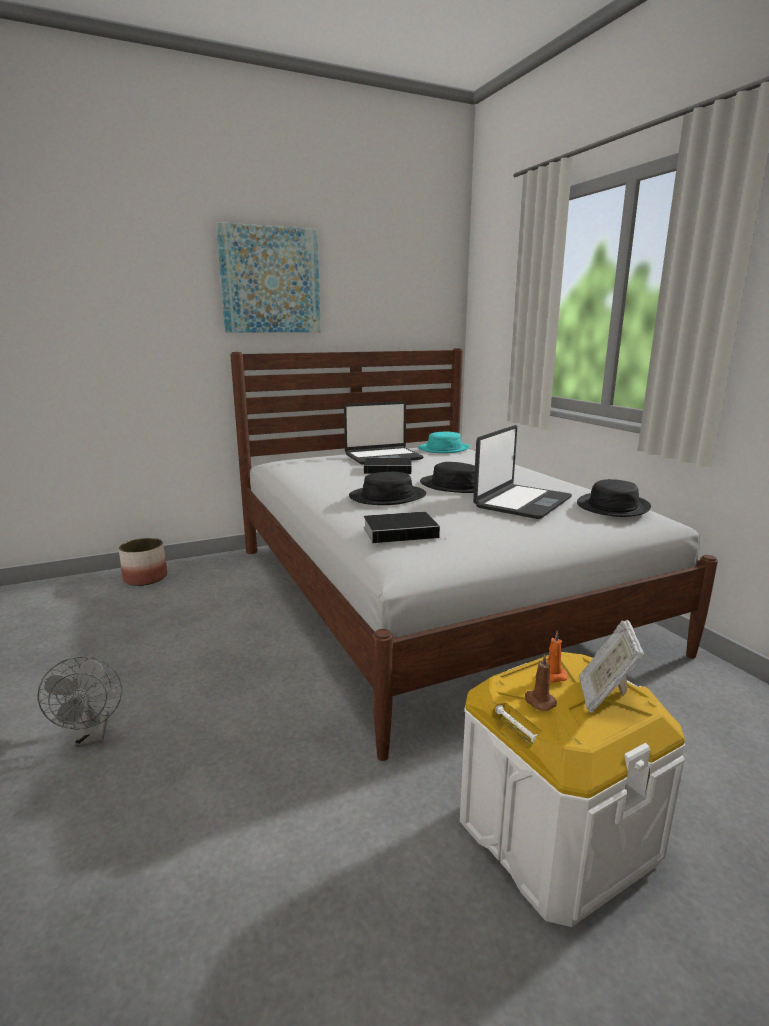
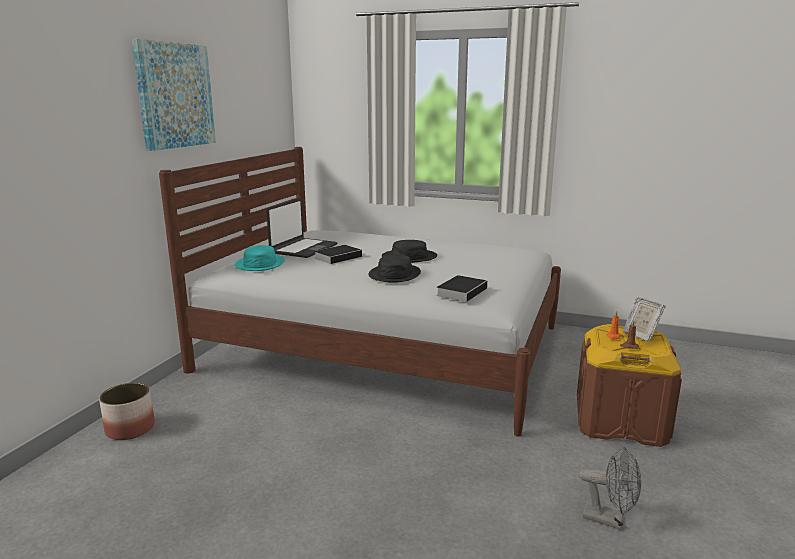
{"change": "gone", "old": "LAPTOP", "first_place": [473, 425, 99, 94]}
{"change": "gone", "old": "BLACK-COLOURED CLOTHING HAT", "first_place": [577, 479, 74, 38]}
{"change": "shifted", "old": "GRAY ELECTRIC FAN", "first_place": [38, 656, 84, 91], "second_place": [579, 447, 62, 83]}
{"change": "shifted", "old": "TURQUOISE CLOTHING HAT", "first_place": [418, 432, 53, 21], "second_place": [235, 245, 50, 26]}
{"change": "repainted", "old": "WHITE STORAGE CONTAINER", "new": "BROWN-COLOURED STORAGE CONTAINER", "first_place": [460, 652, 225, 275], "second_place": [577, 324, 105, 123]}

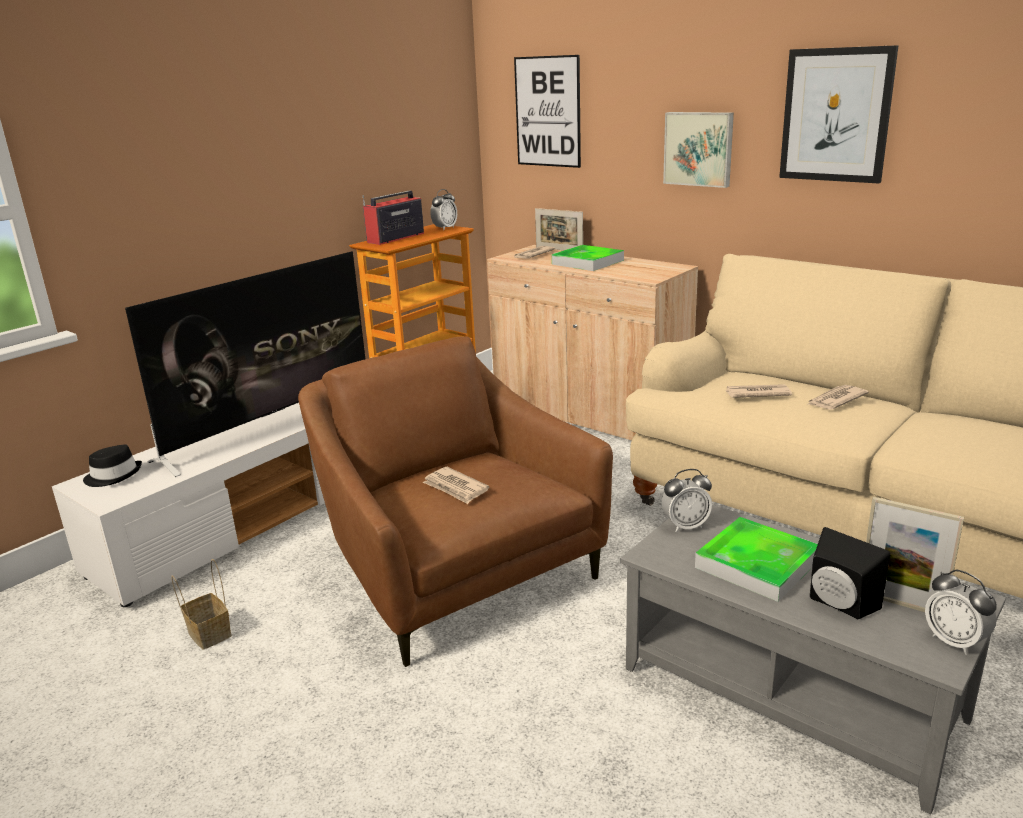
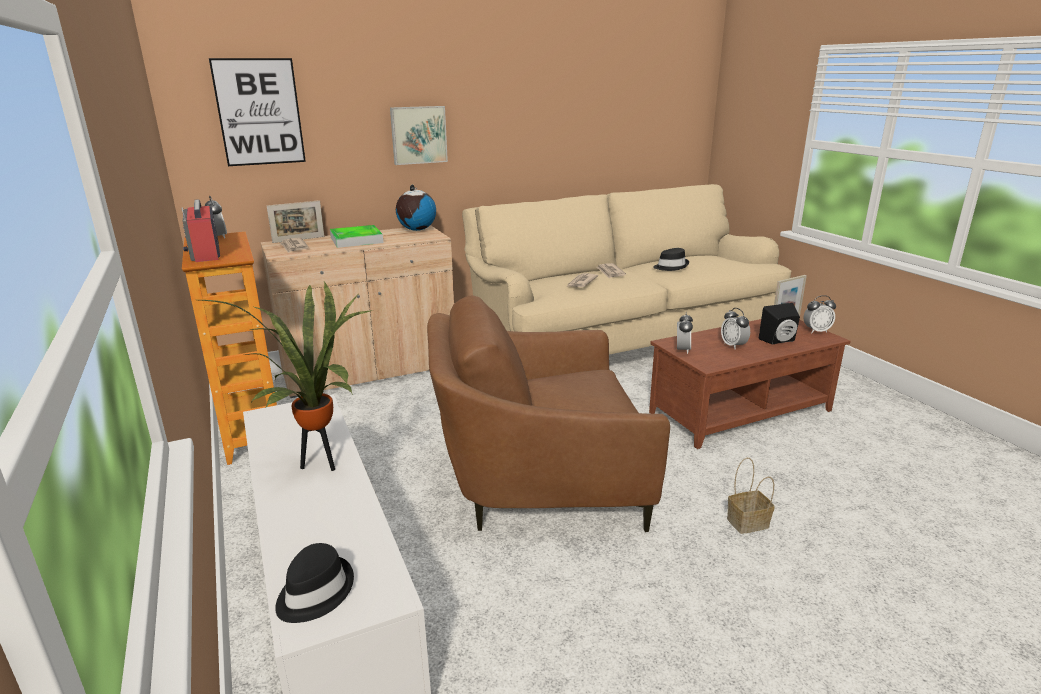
{"change": "gone", "old": "PRINTED PAPER", "first_place": [423, 467, 66, 37]}
{"change": "gone", "old": "WALL PICTURE", "first_place": [779, 45, 120, 138]}
{"change": "new", "new": "WORLD GLOBE", "second_place": [396, 184, 40, 47]}
{"change": "new", "new": "BLACK-COLOURED CLOTHING HAT", "second_place": [653, 248, 36, 23]}
{"change": "shifted", "old": "HOUSEHOLD BASKET", "first_place": [171, 559, 61, 91], "second_place": [727, 458, 48, 76]}
{"change": "swapped", "old": "TV", "new": "PLANT IN A POT", "first_place": [125, 251, 240, 226], "second_place": [200, 282, 170, 189]}
{"change": "swapped", "old": "CARRYING TRAY", "new": "ALARM CLOCK", "first_place": [695, 517, 123, 85], "second_place": [721, 308, 29, 42]}
{"change": "repainted", "old": "GRAY LOW TABLE", "new": "BROWN-COLOURED LOW TABLE", "first_place": [620, 505, 386, 309], "second_place": [649, 319, 202, 130]}

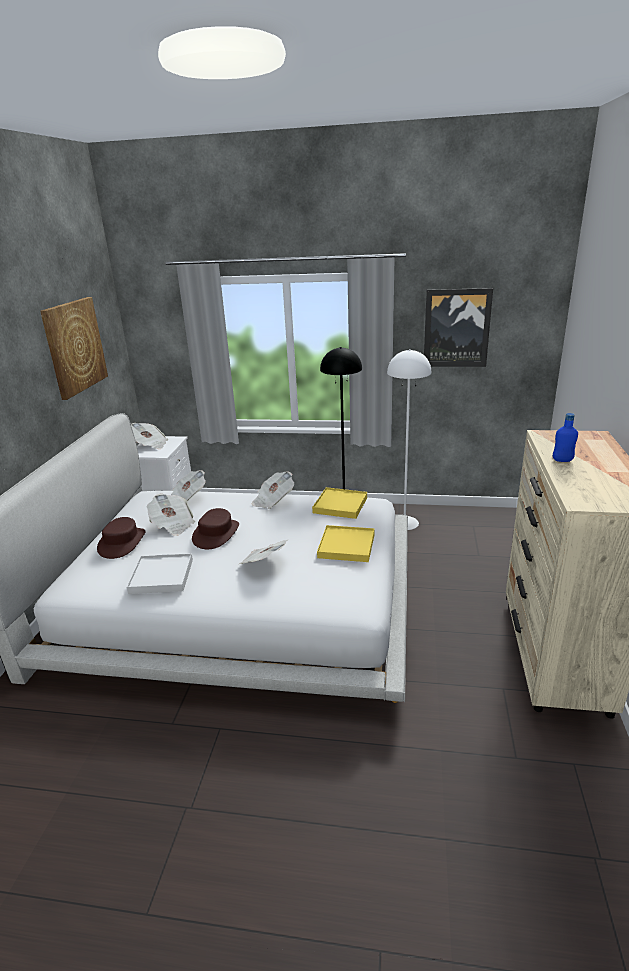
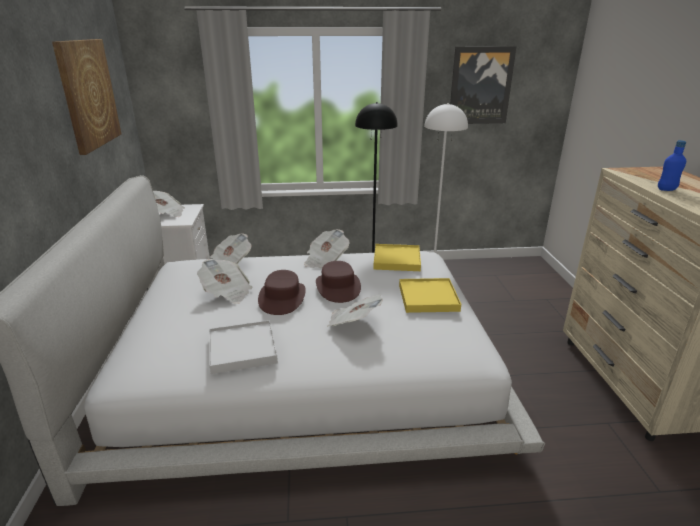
{"change": "shifted", "old": "BROWN-COLOURED CLOTHING HAT", "first_place": [97, 517, 48, 42], "second_place": [316, 261, 45, 42]}

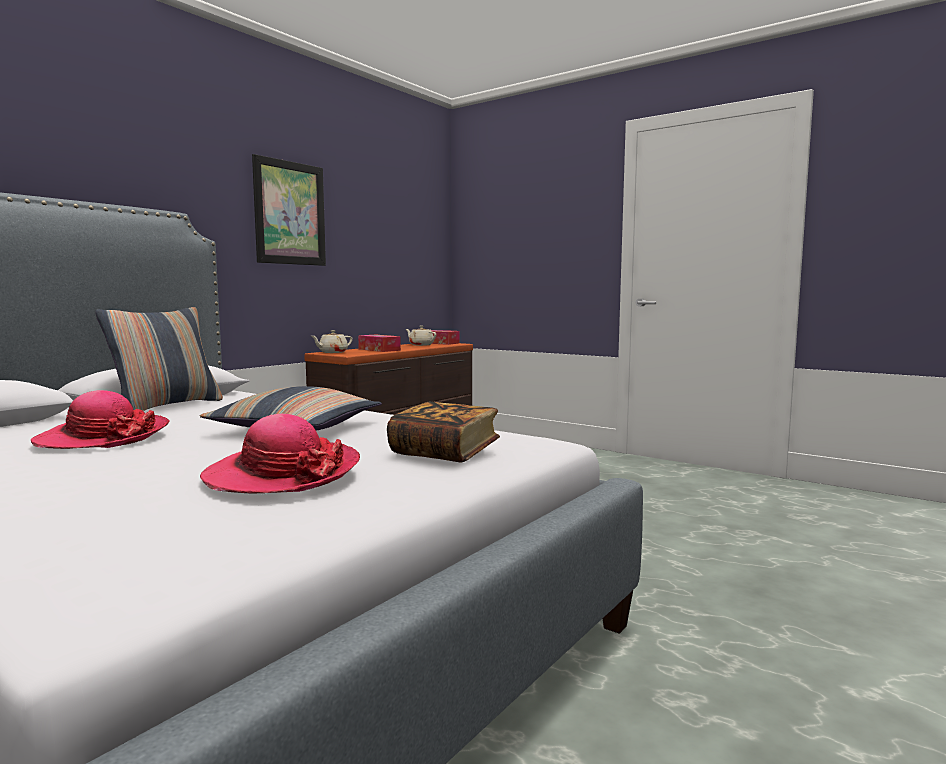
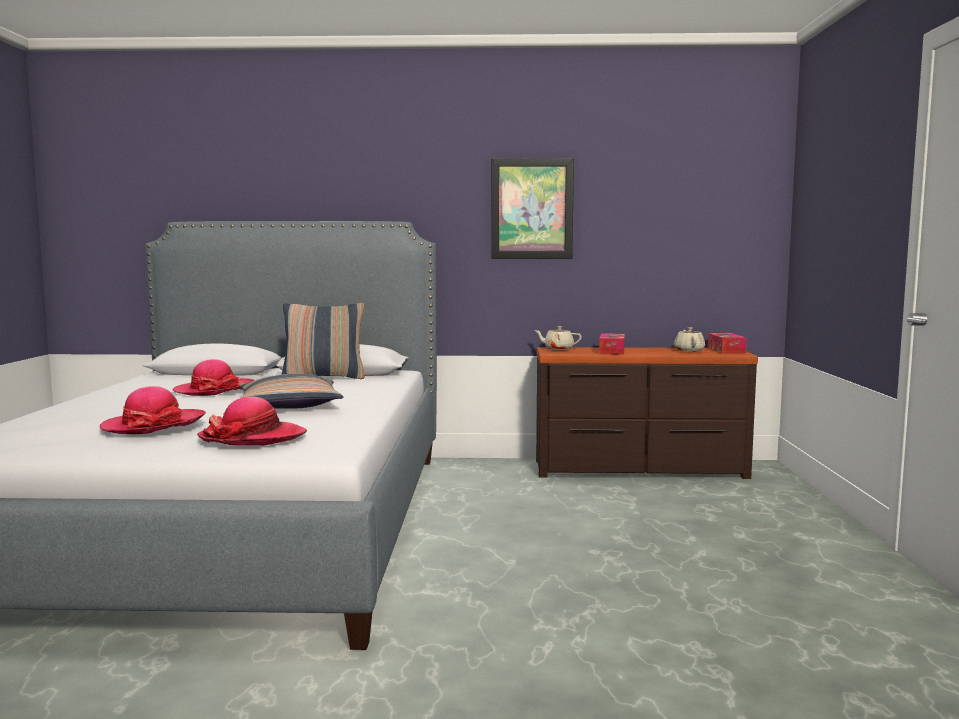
{"change": "swapped", "old": "BOOK", "new": "CLOTHING HAT", "first_place": [387, 401, 113, 61], "second_place": [197, 396, 110, 50]}

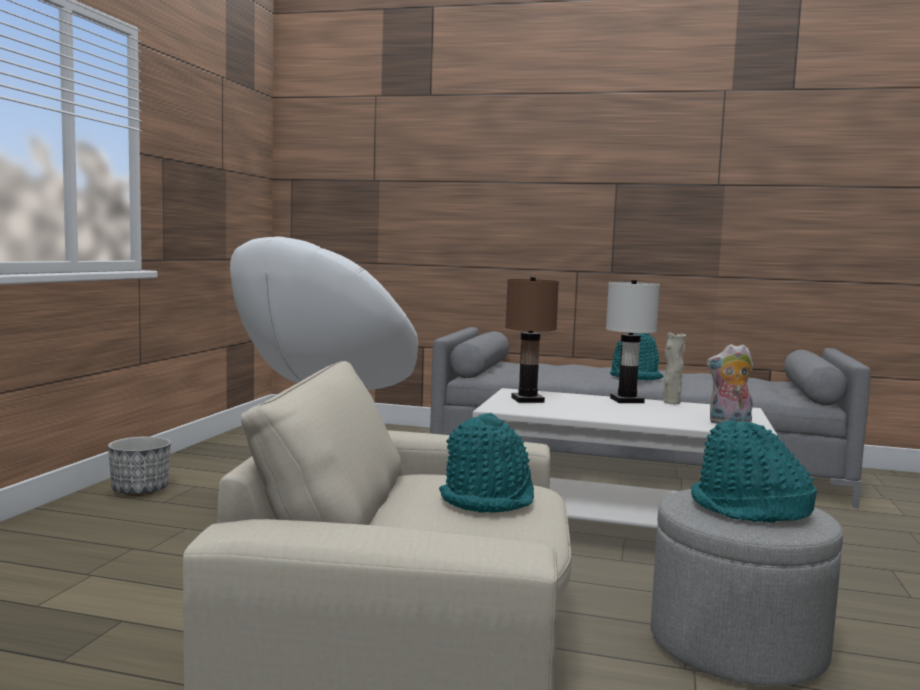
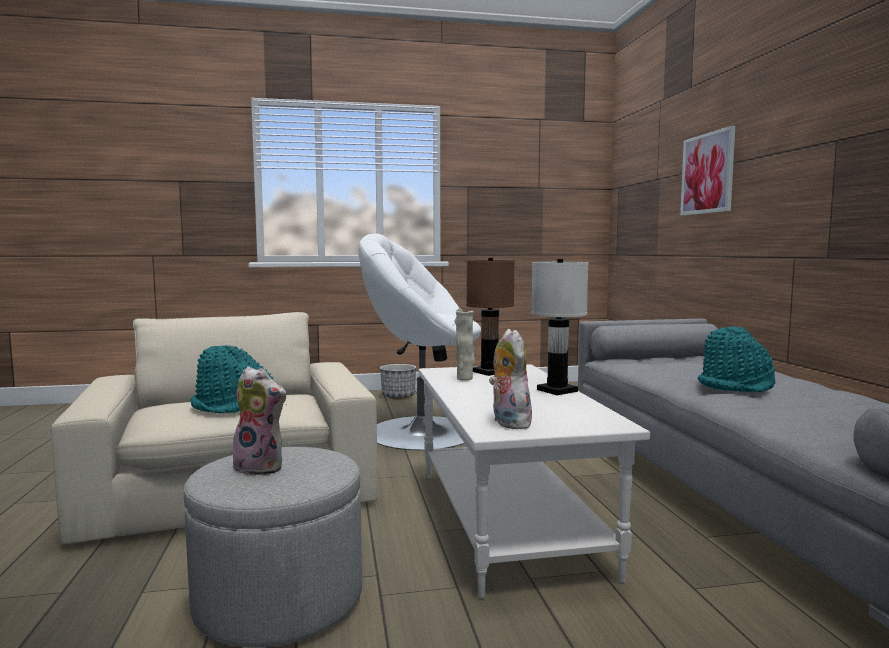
{"change": "new", "new": "WALL PICTURE", "second_place": [680, 126, 55, 89]}
{"change": "shifted", "old": "BEIGE-COLOURED DECORATIVE VASE", "first_place": [662, 332, 24, 72], "second_place": [455, 308, 20, 73]}
{"change": "swapped", "old": "TURQUOISE CLOTHING HAT", "new": "CUDDLY TOY", "first_place": [691, 420, 126, 103], "second_place": [233, 367, 53, 109]}

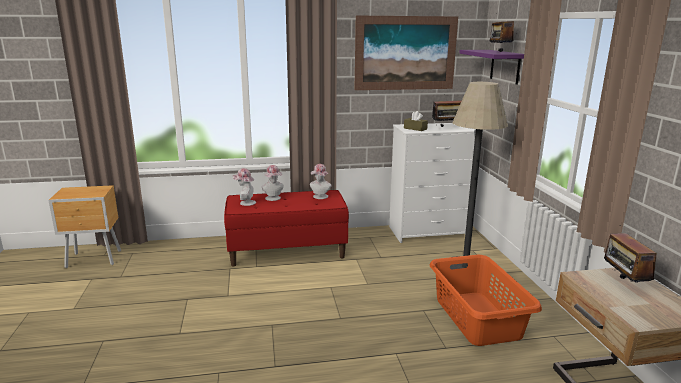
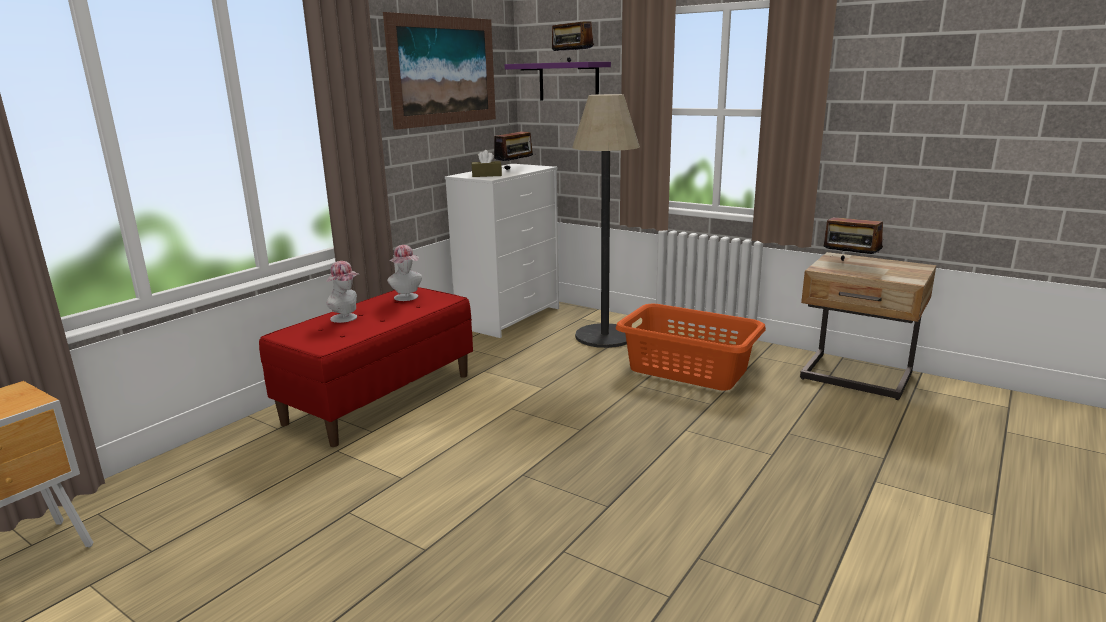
{"change": "gone", "old": "CLOTHING HAT", "first_place": [232, 168, 24, 38]}

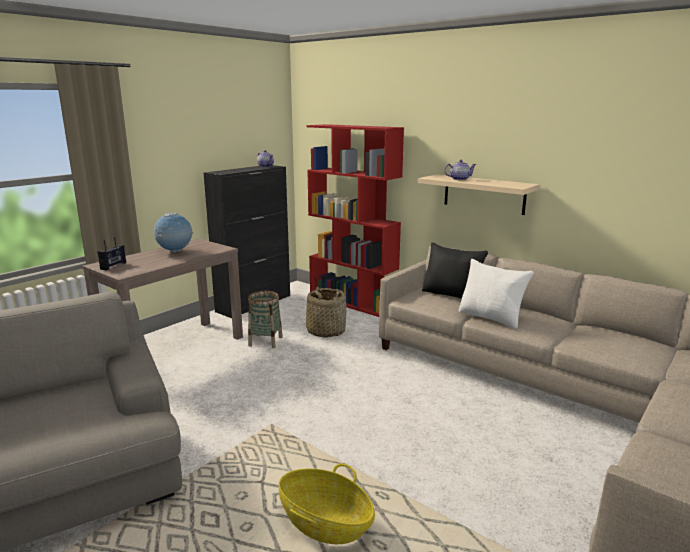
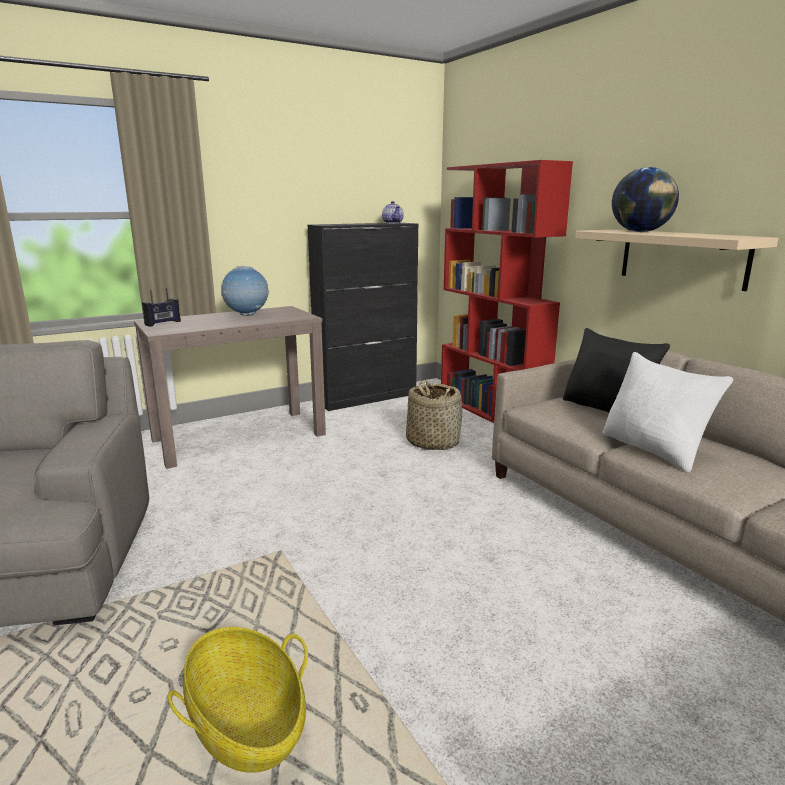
{"change": "gone", "old": "HOUSEHOLD BASKET", "first_place": [248, 291, 35, 57]}
{"change": "swapped", "old": "TEA POT", "new": "WORLD GLOBE", "first_place": [444, 160, 33, 20], "second_place": [612, 167, 67, 65]}

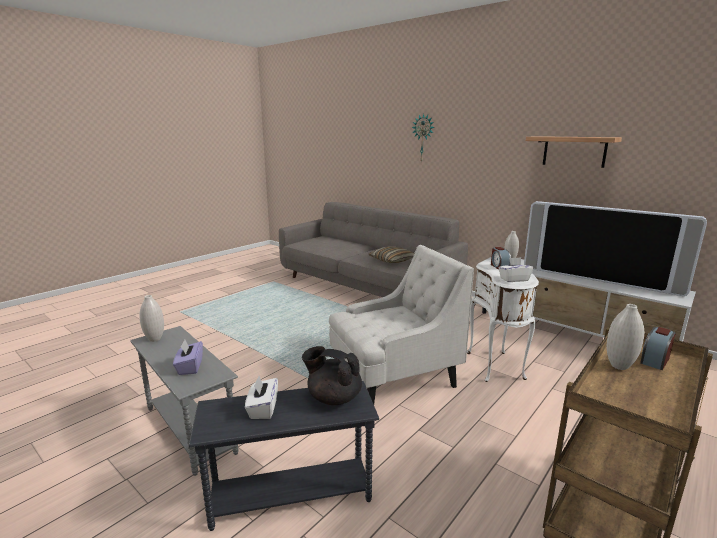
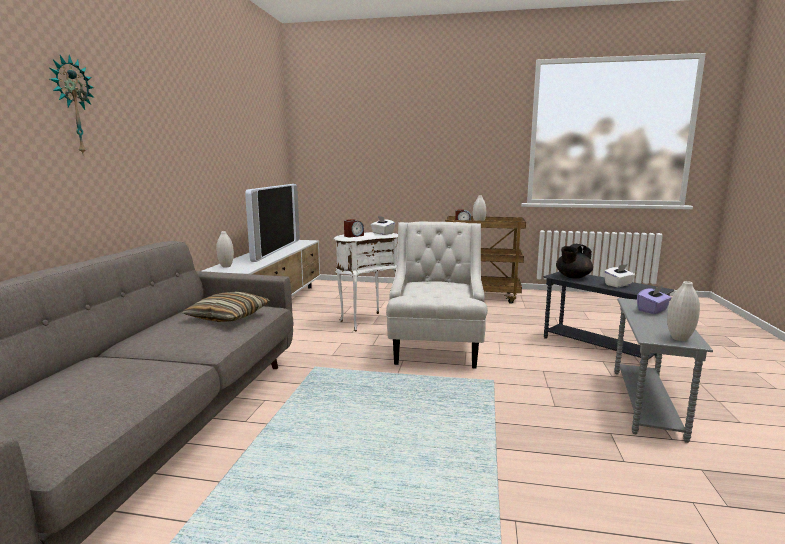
{"change": "gone", "old": "SHELF", "first_place": [526, 136, 96, 32]}
{"change": "rotated", "old": "BLACK-COLOURED TEA POT", "first_place": [302, 346, 60, 59], "second_place": [556, 244, 37, 35], "degrees": 60}
{"change": "rotated", "old": "WHITE ARMCHAIR", "first_place": [329, 245, 145, 159], "second_place": [386, 221, 102, 147], "degrees": 60}

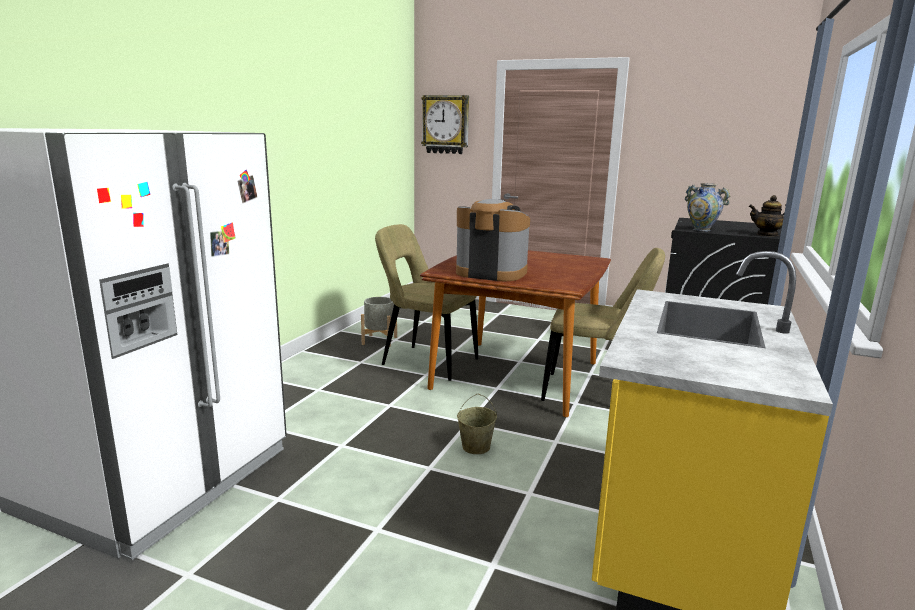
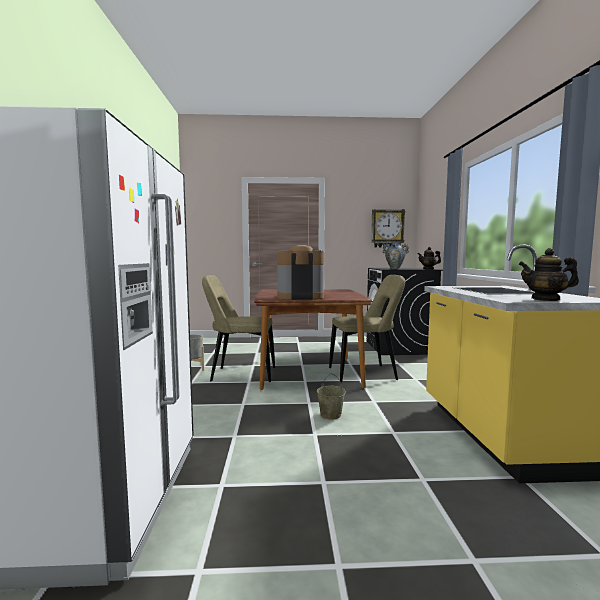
{"change": "new", "new": "TEA POT", "second_place": [519, 248, 60, 53]}
{"change": "shifted", "old": "CLOCK ON THE WALL", "first_place": [421, 95, 48, 59], "second_place": [371, 209, 35, 38]}

